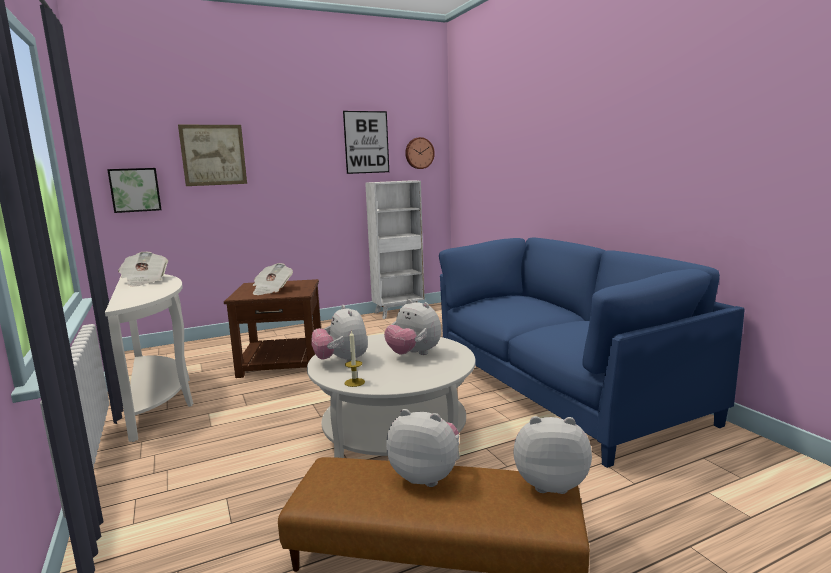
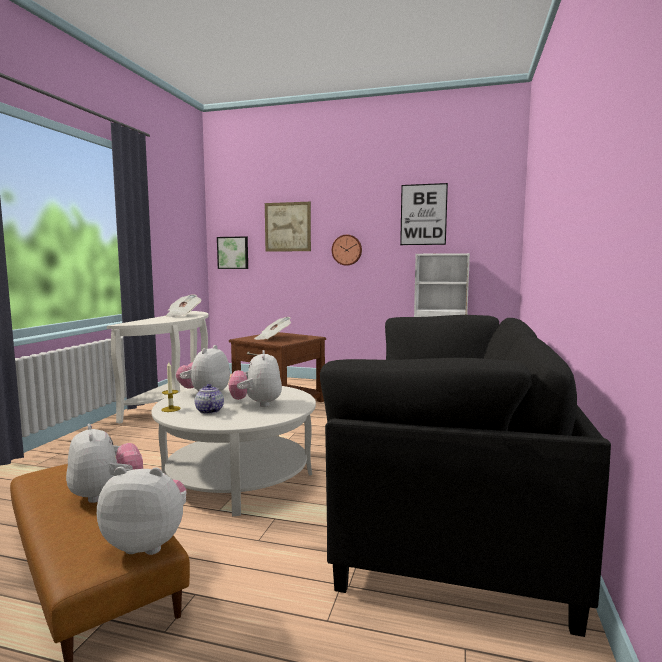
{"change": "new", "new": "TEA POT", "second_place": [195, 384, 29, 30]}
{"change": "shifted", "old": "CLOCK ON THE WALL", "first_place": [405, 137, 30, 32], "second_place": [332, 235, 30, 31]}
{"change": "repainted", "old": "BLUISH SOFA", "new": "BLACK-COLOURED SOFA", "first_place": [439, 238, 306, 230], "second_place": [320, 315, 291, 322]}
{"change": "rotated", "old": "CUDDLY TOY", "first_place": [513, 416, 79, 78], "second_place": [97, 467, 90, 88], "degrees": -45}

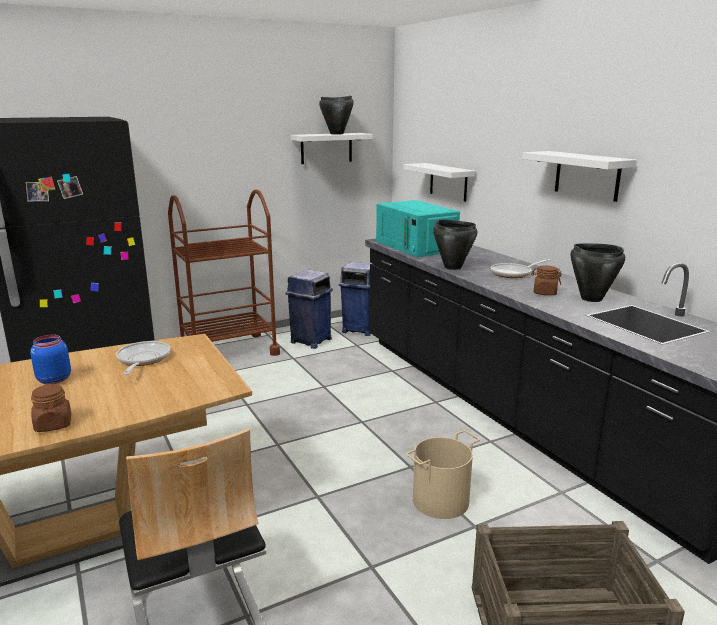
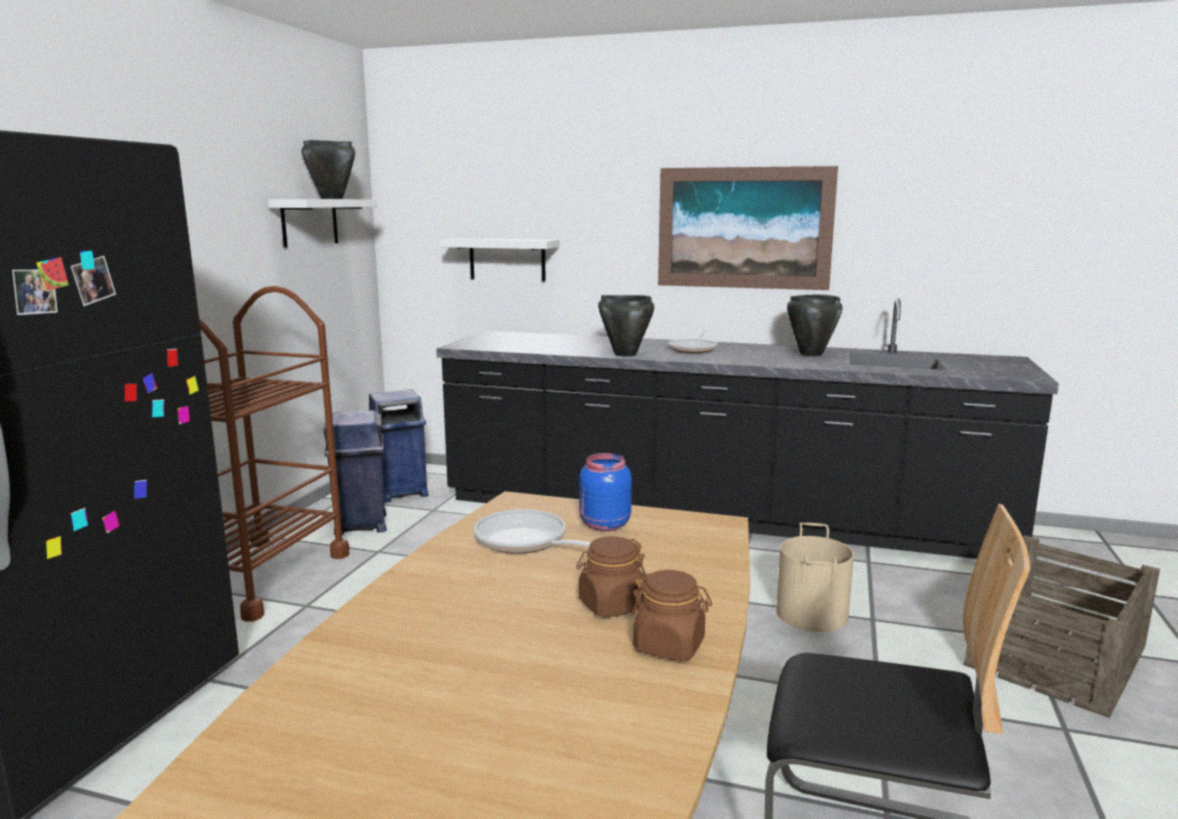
{"change": "gone", "old": "TURQUOISE MICROWAVE OVEN", "first_place": [376, 200, 84, 57]}
{"change": "shifted", "old": "BLUISH STORAGE JAR", "first_place": [30, 334, 41, 50], "second_place": [579, 453, 53, 78]}
{"change": "shifted", "old": "BROWN-COLOURED STORAGE JAR", "first_place": [531, 265, 30, 30], "second_place": [576, 536, 70, 82]}
{"change": "swapped", "old": "WHITE SHELF", "new": "WALL PICTURE", "first_place": [522, 151, 115, 51], "second_place": [658, 166, 180, 124]}

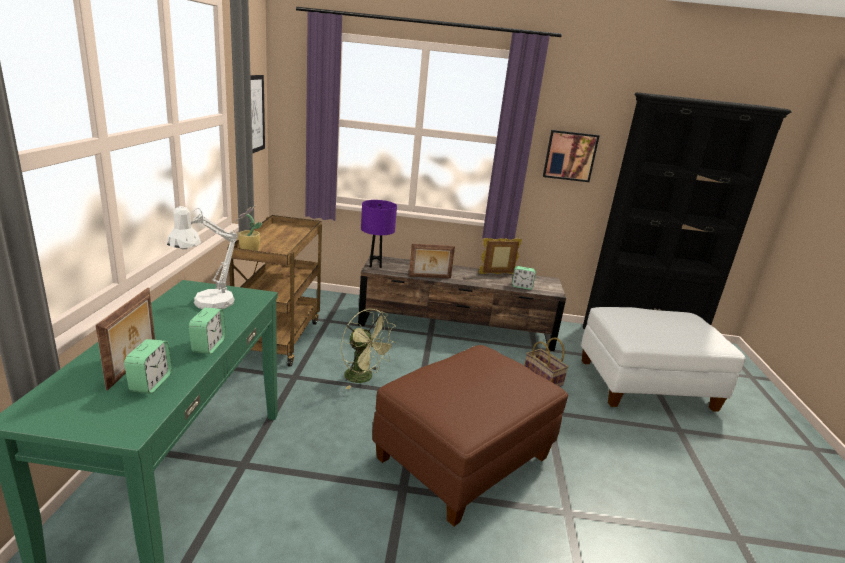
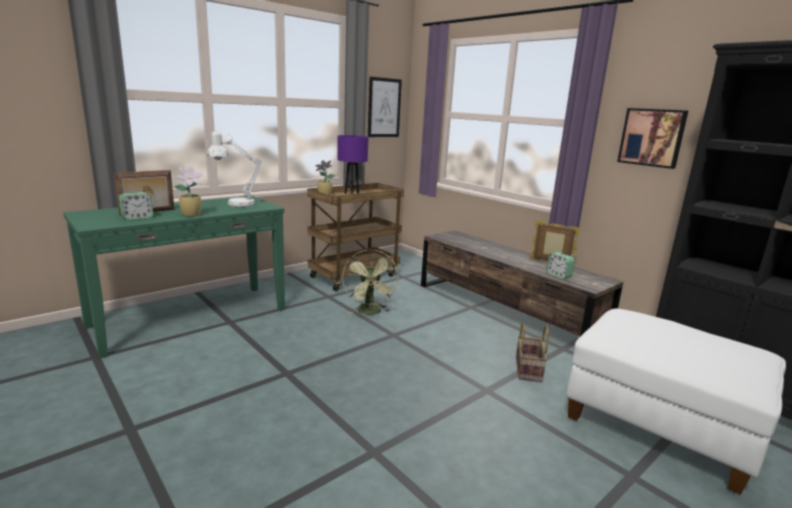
{"change": "gone", "old": "BROWN-COLOURED OTTOMAN", "first_place": [372, 345, 196, 181]}
{"change": "gone", "old": "PHOTO FRAME", "first_place": [409, 244, 46, 34]}
{"change": "shifted", "old": "PURPLE-COLOURED TABLETOP LAMP", "first_place": [361, 200, 36, 68], "second_place": [337, 135, 32, 59]}
{"change": "swapped", "old": "ALARM CLOCK", "new": "PLANT IN A POT", "first_place": [189, 308, 37, 46], "second_place": [175, 166, 28, 51]}

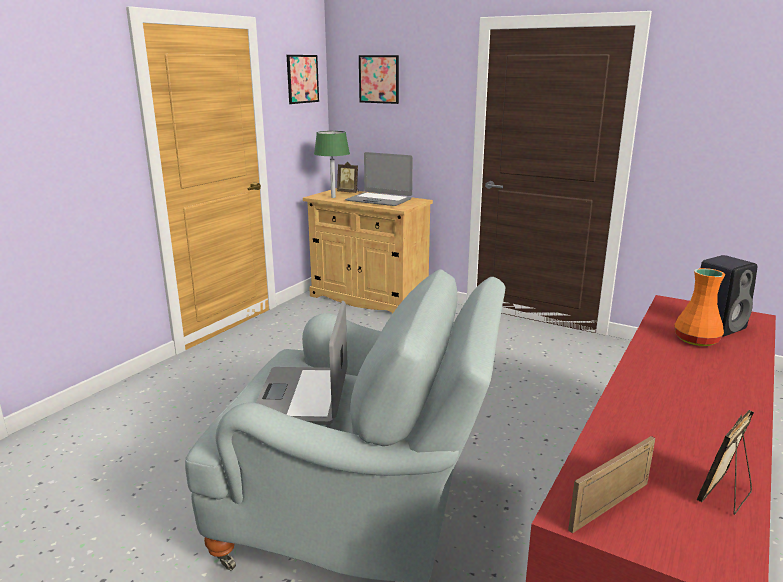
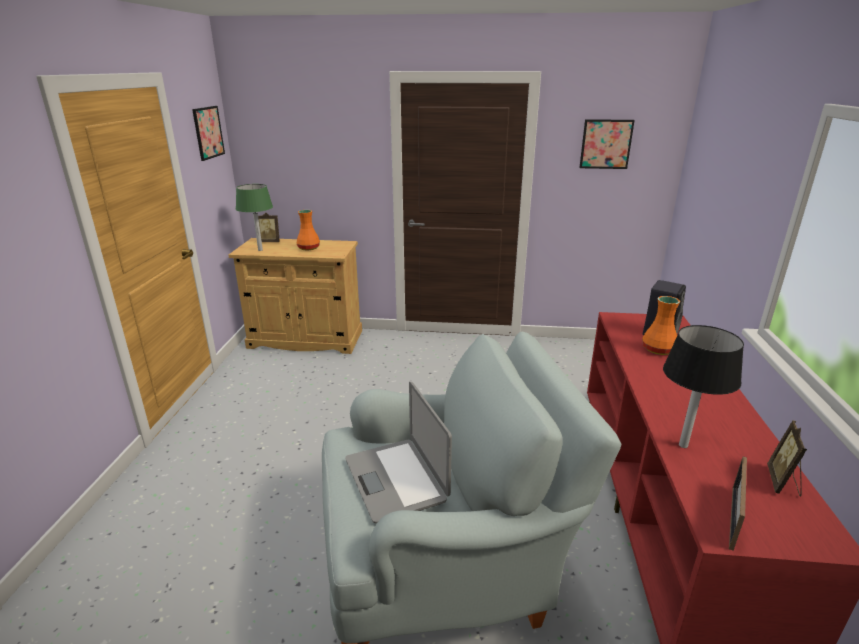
{"change": "new", "new": "BLACK-COLOURED TABLETOP LAMP", "second_place": [663, 325, 81, 123]}
{"change": "shifted", "old": "WALL PICTURE", "first_place": [359, 55, 40, 49], "second_place": [579, 119, 56, 50]}
{"change": "swapped", "old": "LAPTOP", "new": "ORANGE DECORATIVE VASE", "first_place": [345, 152, 68, 54], "second_place": [297, 210, 23, 40]}

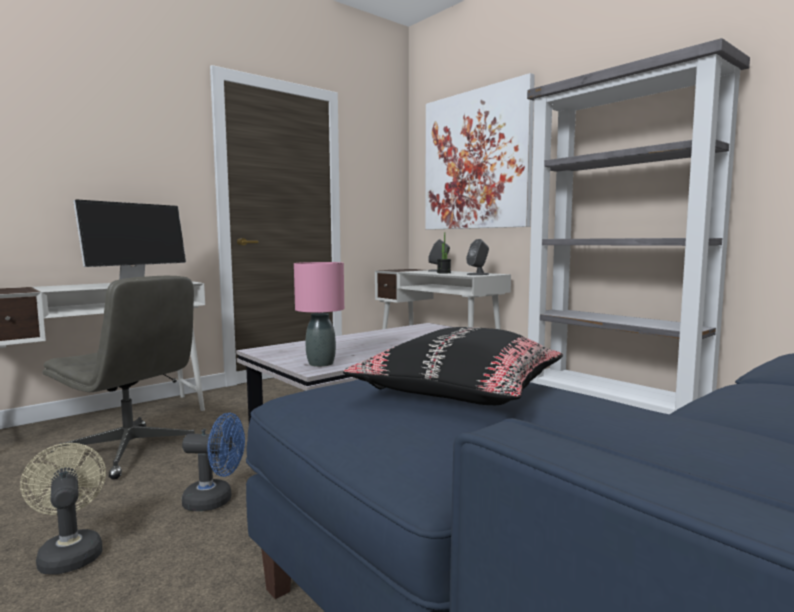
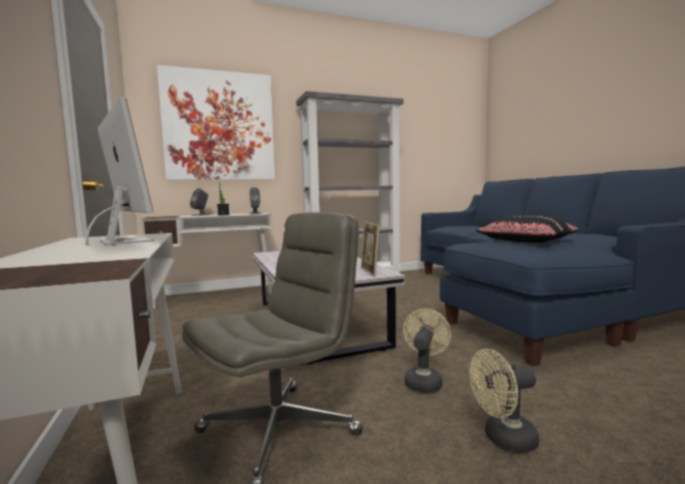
{"change": "swapped", "old": "PINKISH TABLETOP LAMP", "new": "PHOTO FRAME", "first_place": [294, 262, 50, 105], "second_place": [361, 221, 19, 56]}
{"change": "repainted", "old": "BLUISH ELECTRIC FAN", "new": "BEIGE-COLOURED ELECTRIC FAN", "first_place": [182, 413, 63, 98], "second_place": [403, 309, 48, 84]}

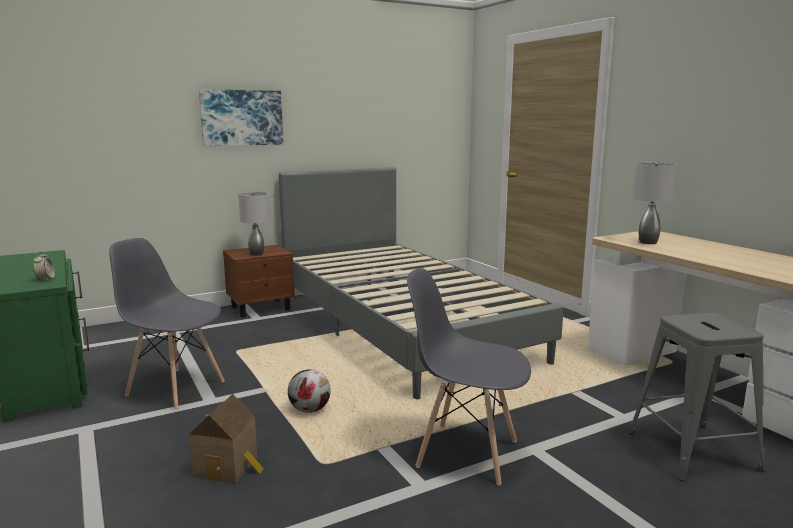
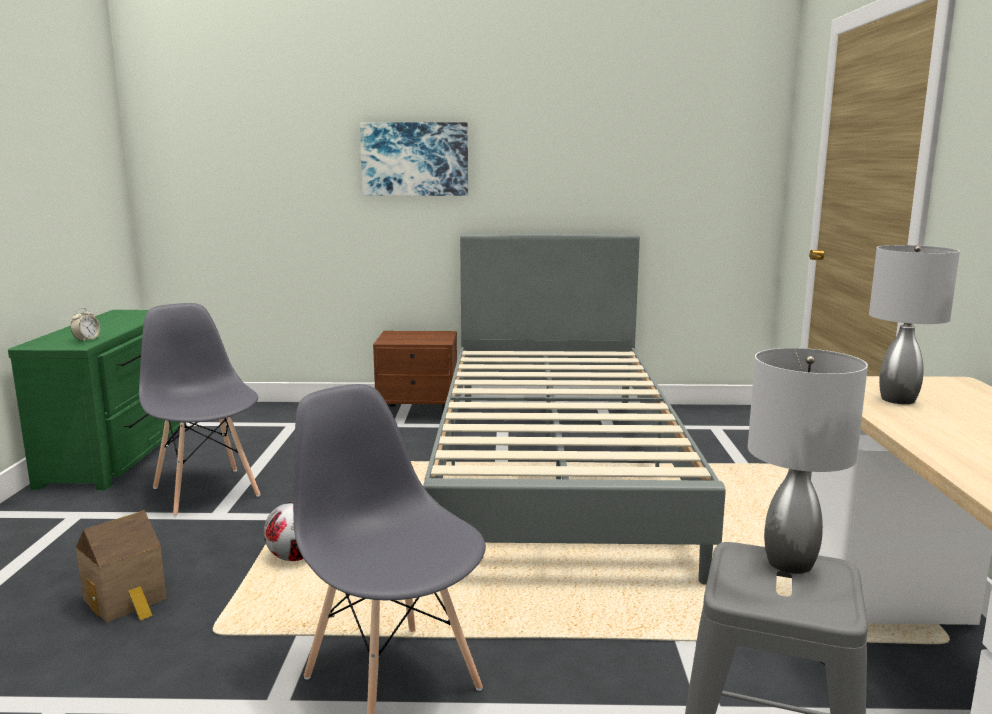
{"change": "shifted", "old": "GRAY TABLETOP LAMP", "first_place": [238, 192, 32, 64], "second_place": [748, 348, 120, 226]}

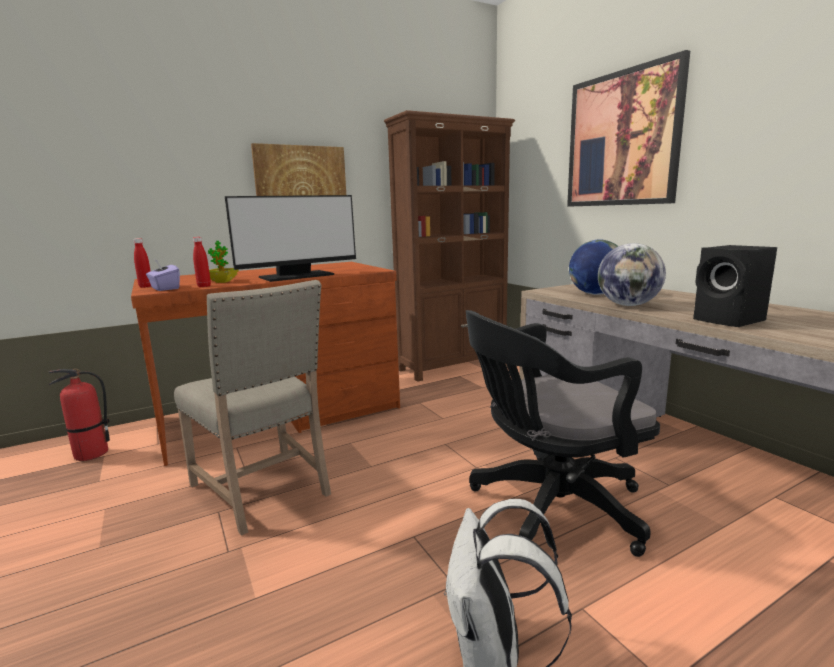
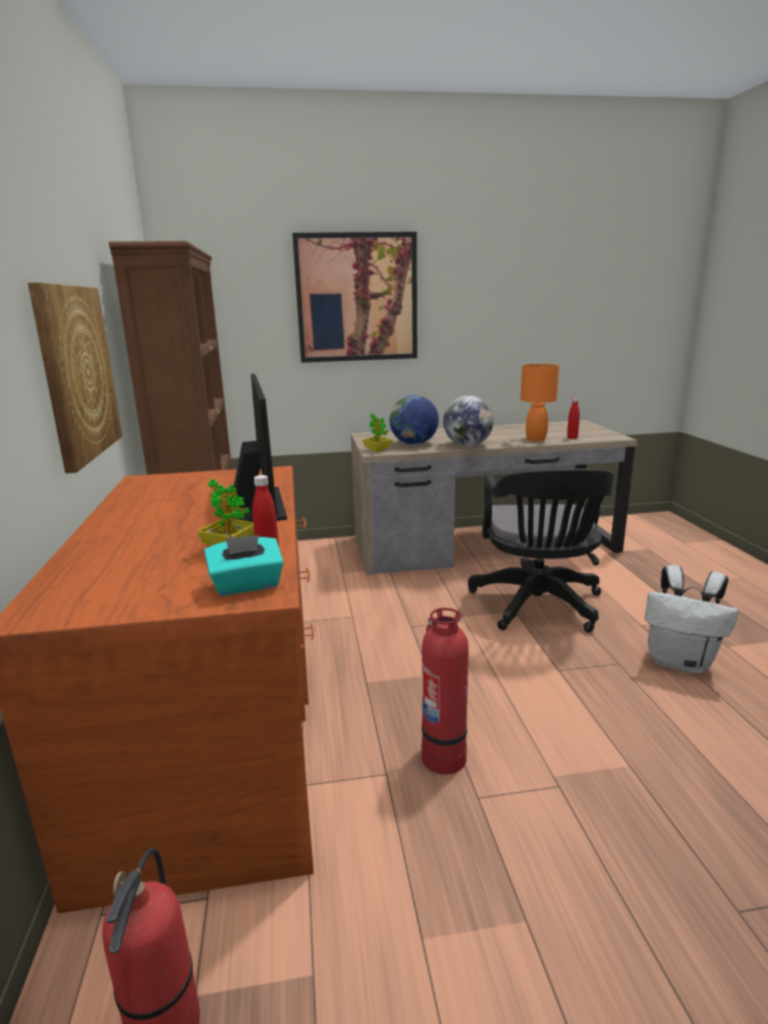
{"change": "new", "new": "PLANT IN A POT", "second_place": [363, 413, 29, 39]}
{"change": "shifted", "old": "RED BOTTLE", "first_place": [133, 238, 18, 50], "second_place": [567, 398, 13, 41]}
{"change": "swapped", "old": "BEIGE-COLOURED PLAIN CHAIR", "new": "FIRE-FIGHTING CYLINDER", "first_place": [174, 280, 157, 256], "second_place": [422, 608, 47, 167]}
{"change": "swapped", "old": "BLACK-COLOURED AUDIO SPEAKER", "new": "ORANGE TABLETOP LAMP", "first_place": [693, 245, 84, 82], "second_place": [520, 364, 39, 78]}
{"change": "repainted", "old": "PURPLE-COLOURED BOX OF TISSUES", "new": "TURQUOISE BOX OF TISSUES", "first_place": [146, 260, 34, 31], "second_place": [204, 535, 80, 61]}

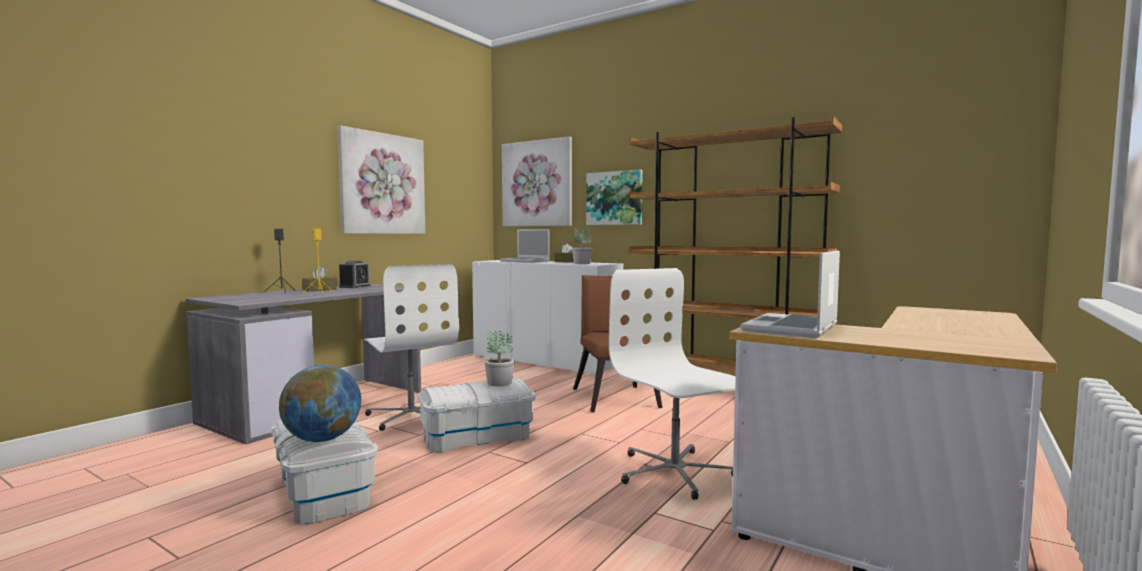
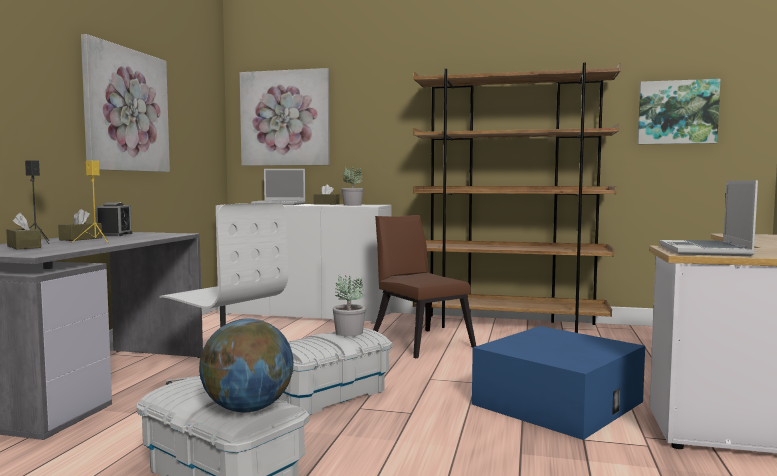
{"change": "new", "new": "BROWN-COLOURED BOX OF TISSUES", "second_place": [6, 213, 35, 36]}
{"change": "shifted", "old": "WALL PICTURE", "first_place": [586, 169, 56, 56], "second_place": [638, 79, 82, 65]}
{"change": "swapped", "old": "WHITE COMPUTER CHAIR", "new": "BLUISH STORAGE CONTAINER", "first_place": [608, 268, 128, 232], "second_place": [472, 326, 173, 114]}

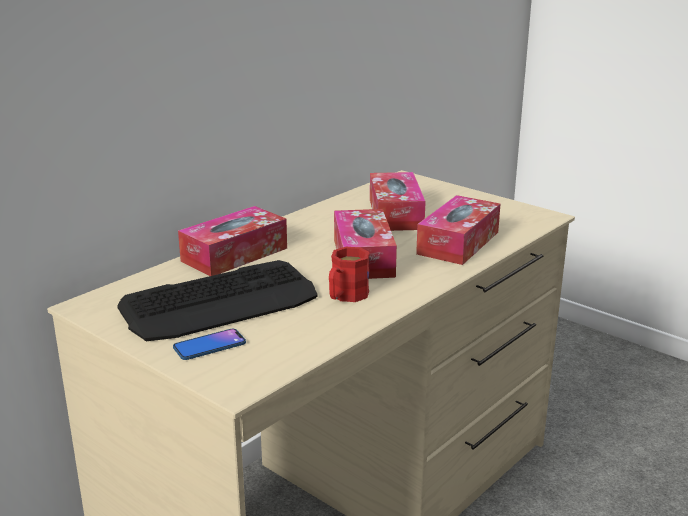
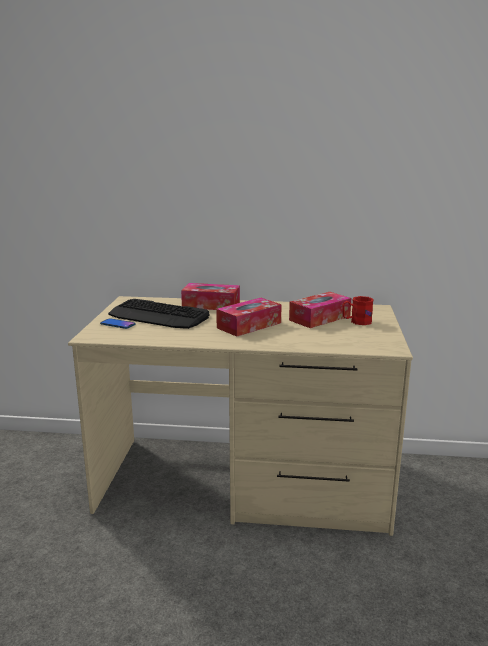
{"change": "gone", "old": "BOX OF TISSUES", "first_place": [416, 195, 85, 70]}
{"change": "shifted", "old": "RED TEA MUG", "first_place": [329, 247, 41, 55], "second_place": [342, 296, 32, 29]}

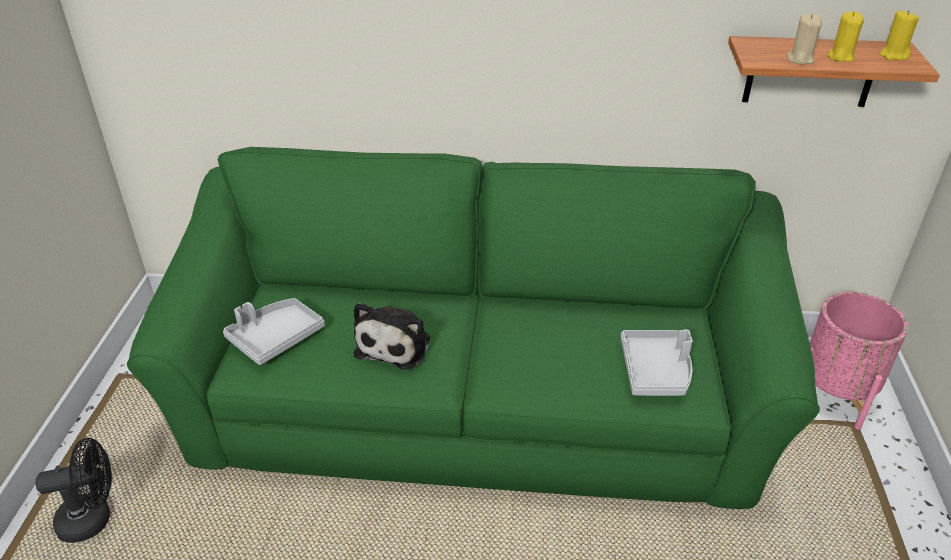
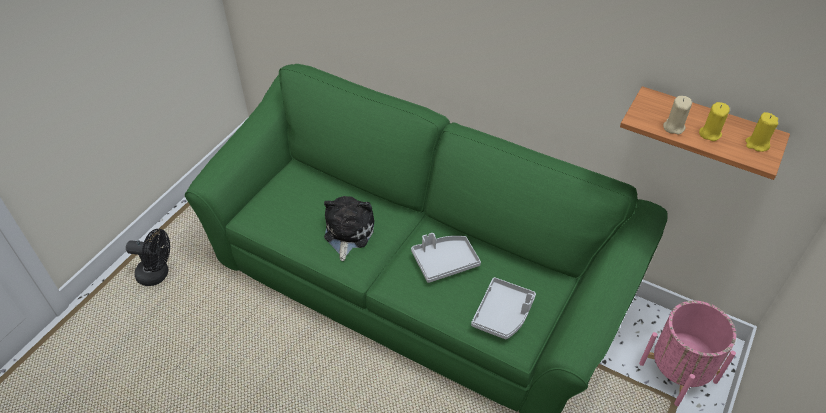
{"change": "shifted", "old": "GRAY CARRYING TRAY", "first_place": [223, 298, 102, 67], "second_place": [411, 233, 70, 50]}
{"change": "rotated", "old": "CUDDLY TOY", "first_place": [354, 302, 76, 68], "second_place": [324, 196, 51, 65], "degrees": 150}

